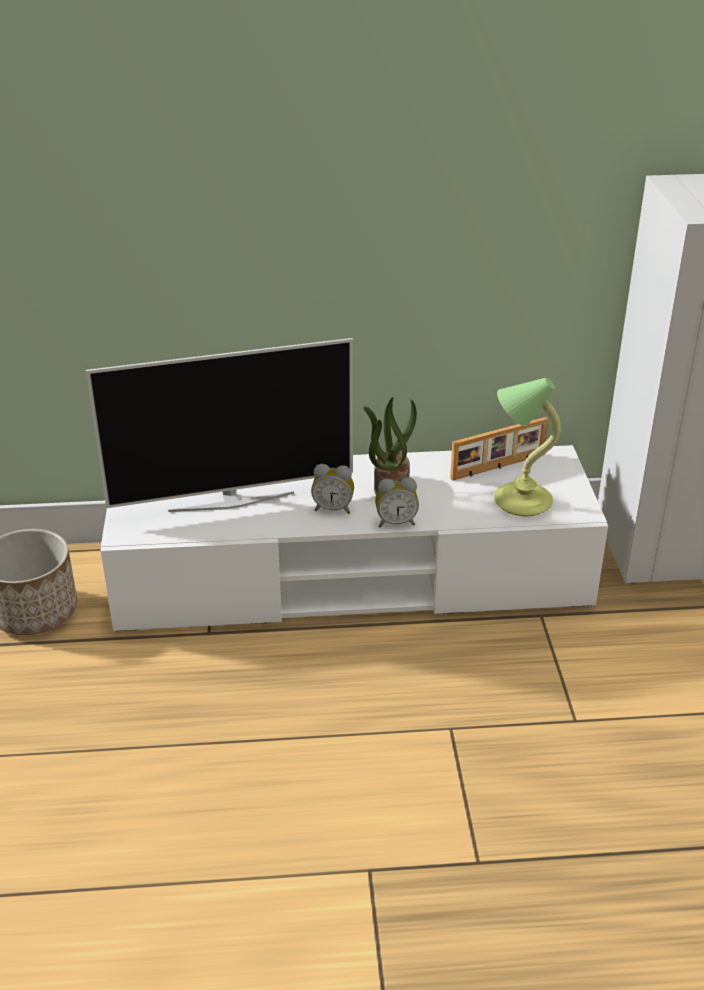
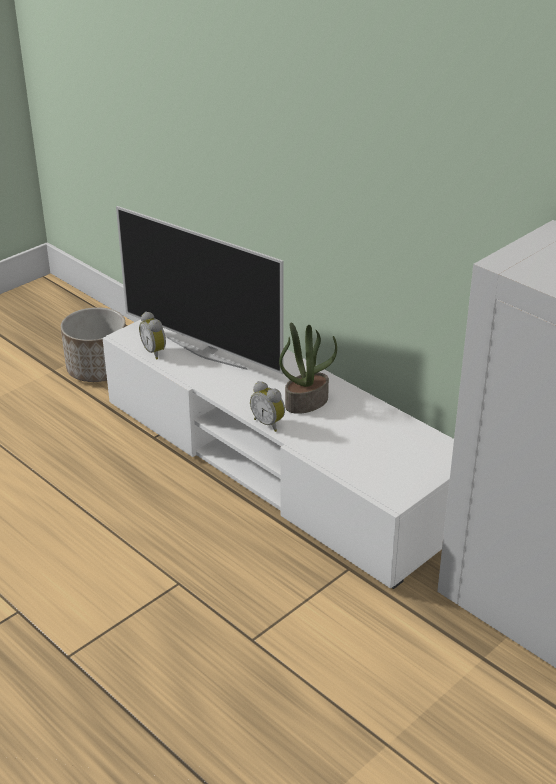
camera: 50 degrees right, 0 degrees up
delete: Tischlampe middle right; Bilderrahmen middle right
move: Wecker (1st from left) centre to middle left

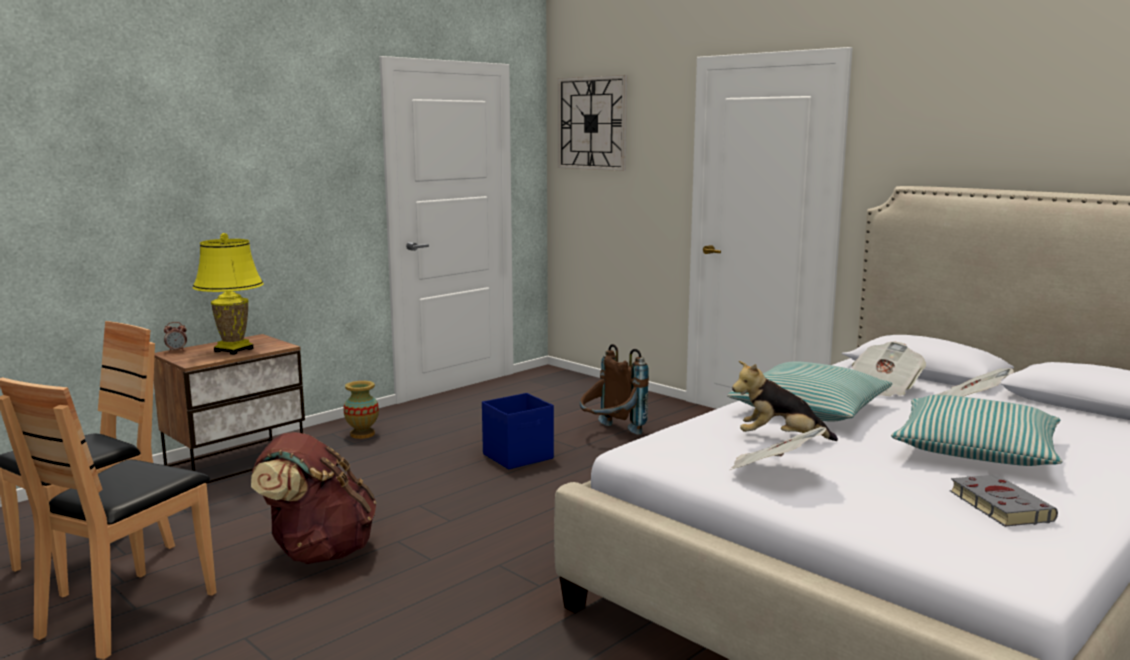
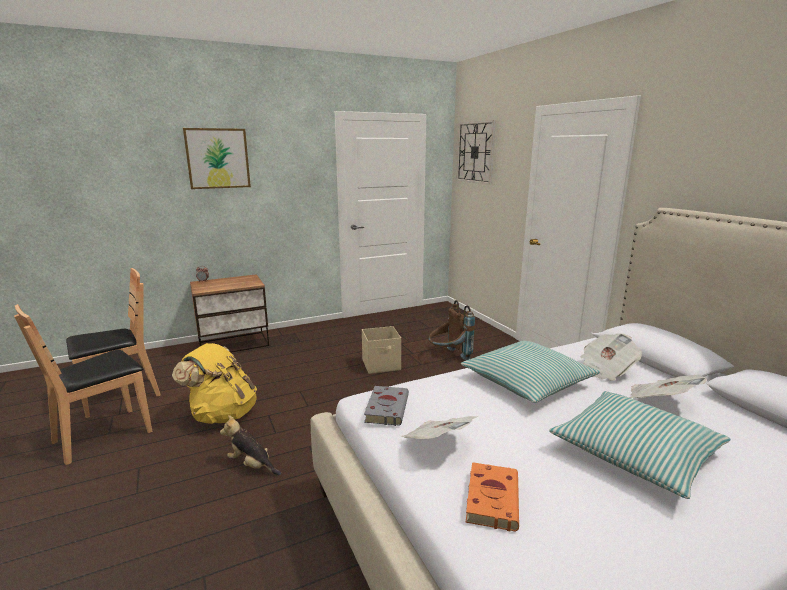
camera: 20 degrees right, 5 degrees up
delete: Tischlampe (gelb) middle left; Vase middle left
insert: Bild top left; Buch (orange) bottom centre
move: Plüschtier middle right to bottom left; Buch (grau) bottom right to bottom centre
recolor: Aufbewahrungsbox (blau) centre to Aufbewahrungsbox (beige) centre; Rucksack (braun) (1st from left) bottom left to Rucksack (gelb) middle left

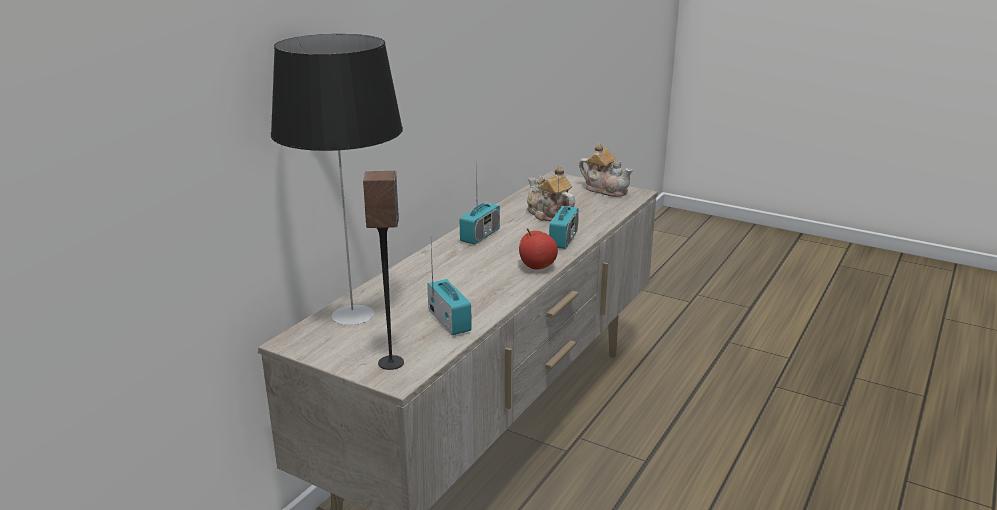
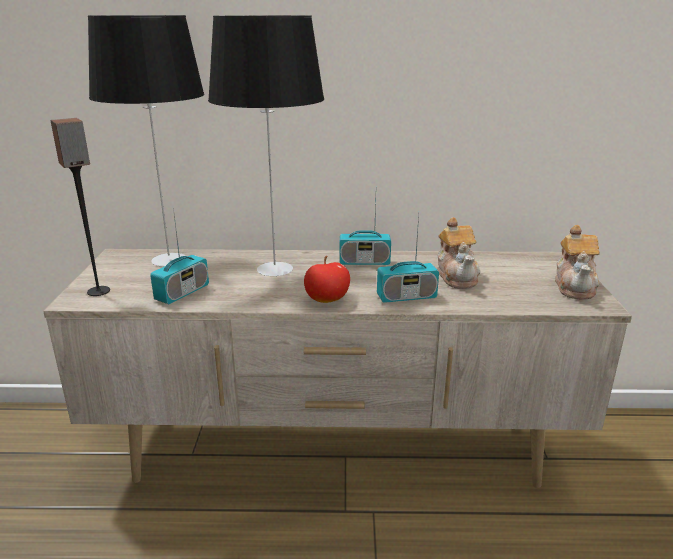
camera: 60 degrees right, 0 degrees up
insert: Tischlampe (2nd from left) top centre
rotate: Teekanne (1st from left) centre = middle right 150 degrees clockwise

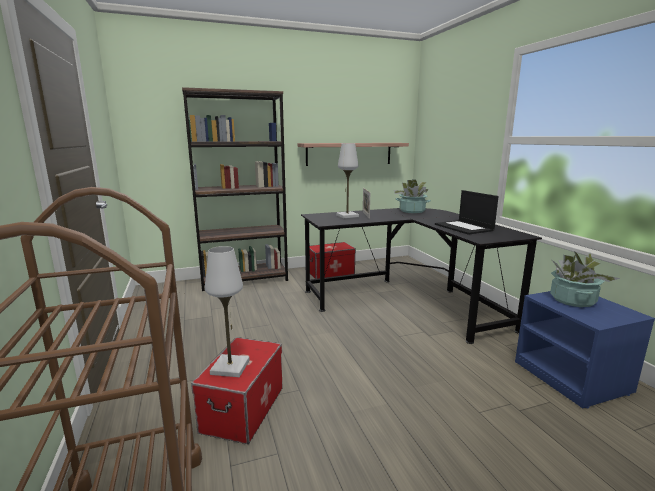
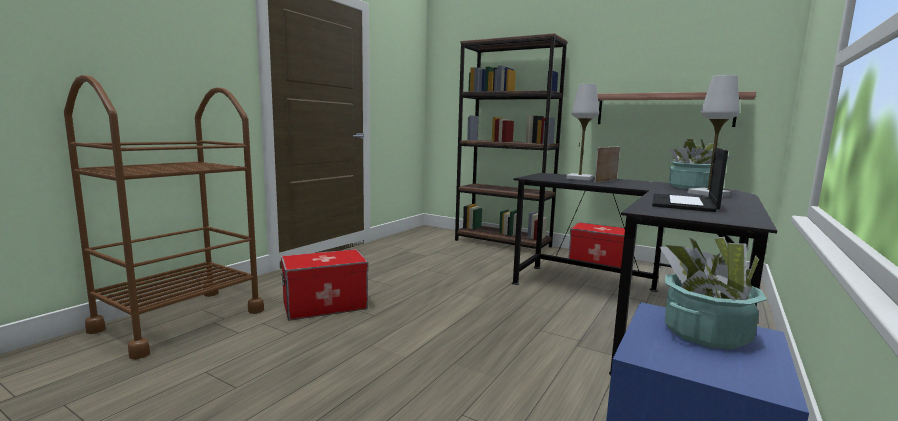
camera: 50 degrees right, 5 degrees down
move: Tischlampe (weiß) (1st from left in the first image) centre to Tischlampe (weiß) (2nd from left) top right

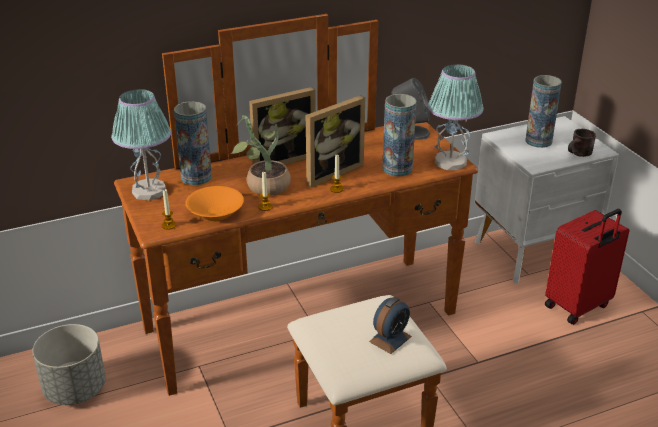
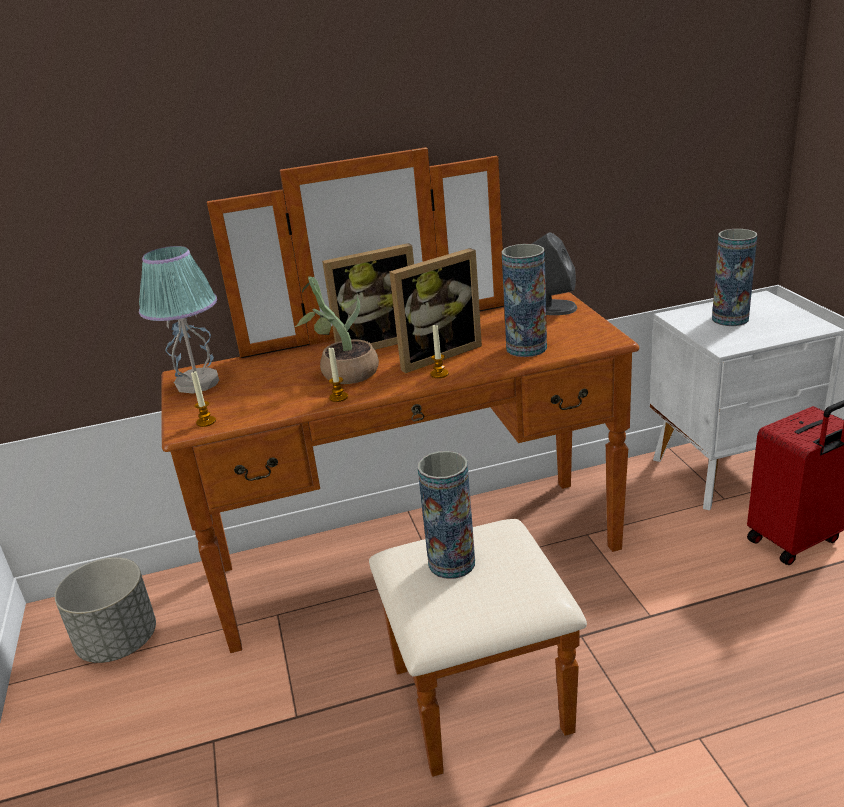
camera: 10 degrees right, 5 degrees down
delete: Tischlampe (2nd from left) top right; Henkelbecher (braun) middle right; Schüssel (orange) middle left; Wecker bottom centre
move: Vase (1st from left) middle left to centre

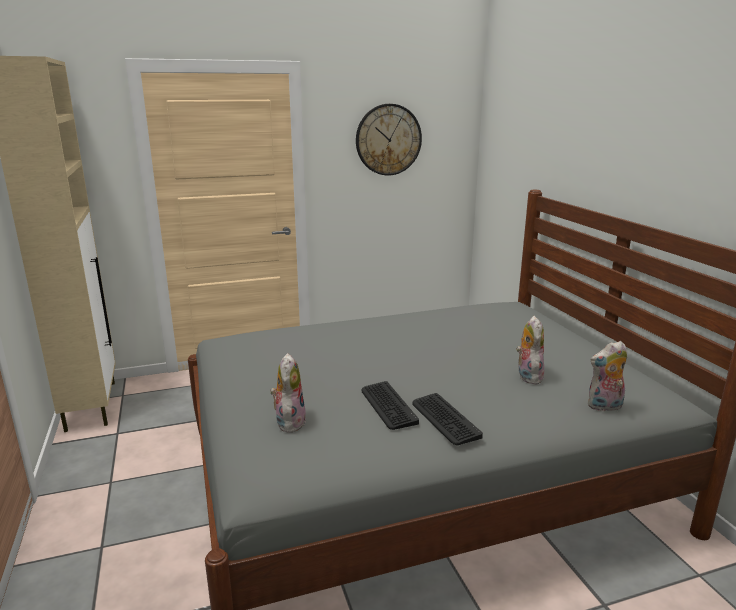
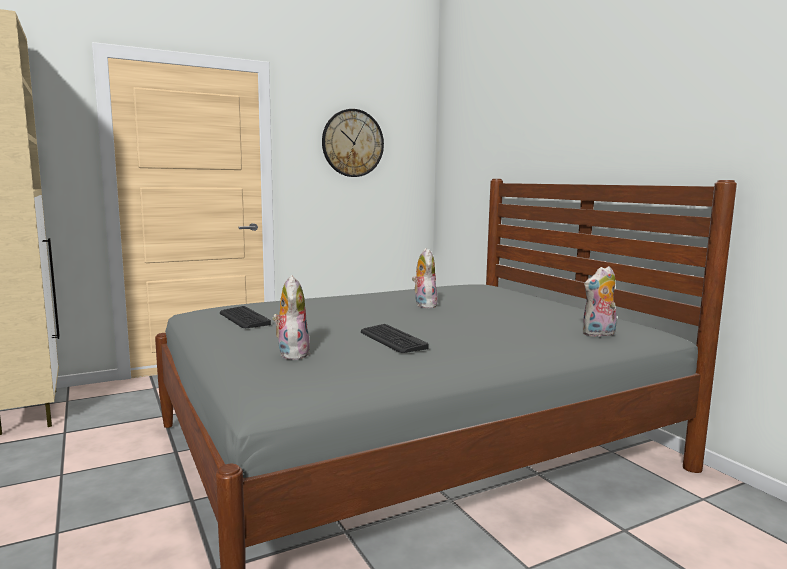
camera: 10 degrees left, 10 degrees down
move: Plüschtier (2nd from left) middle right to centre; Tastatur (2nd from left in the first image) bottom centre to Tastatur (1st from left) middle left

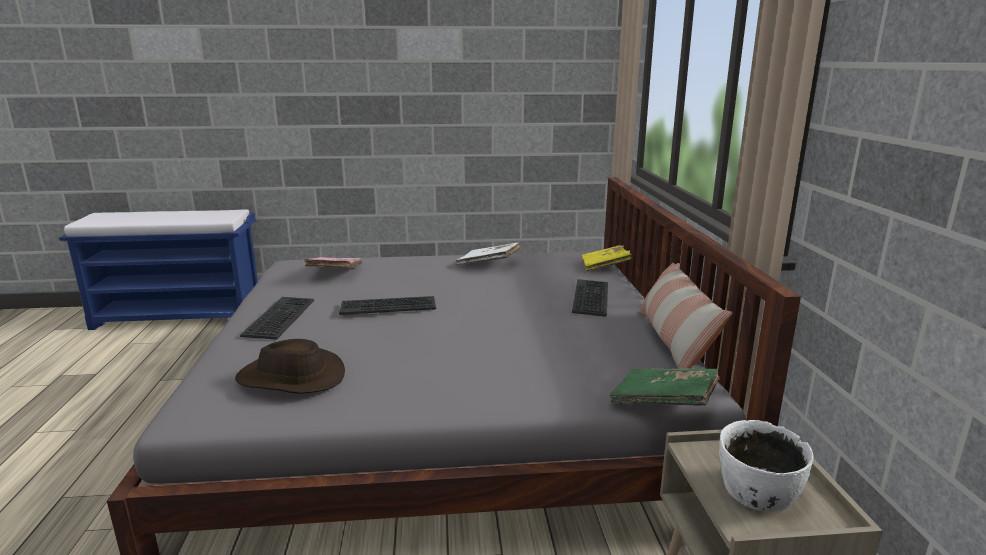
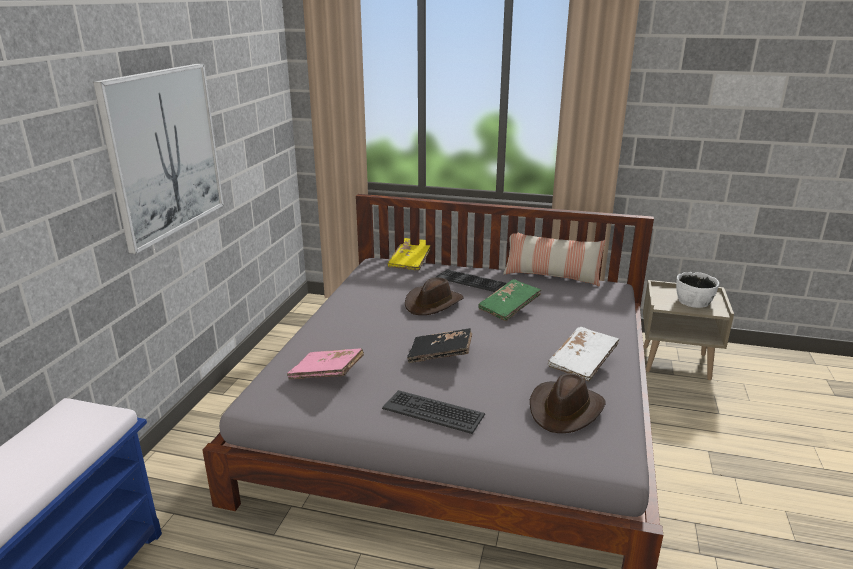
camera: 70 degrees left, 5 degrees up
insert: Bild top left; Hut (braun) (1st from left) centre
move: Buch (weiß) centre to middle right; Buch (grün) bottom right to centre
replace: Tastatur (2nd from left) centre to Buch (schwarz) centre

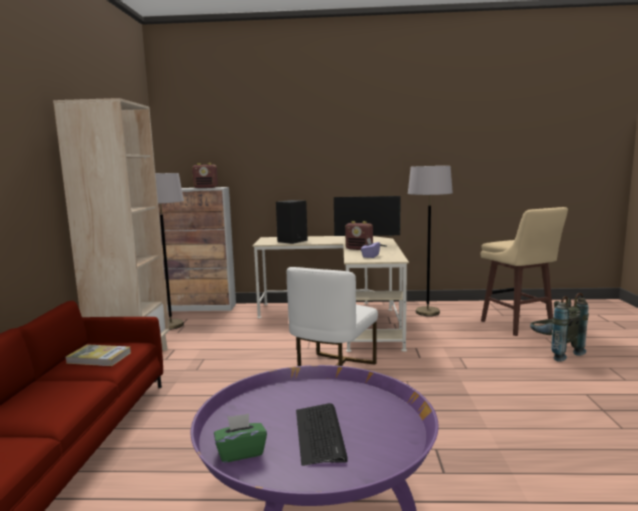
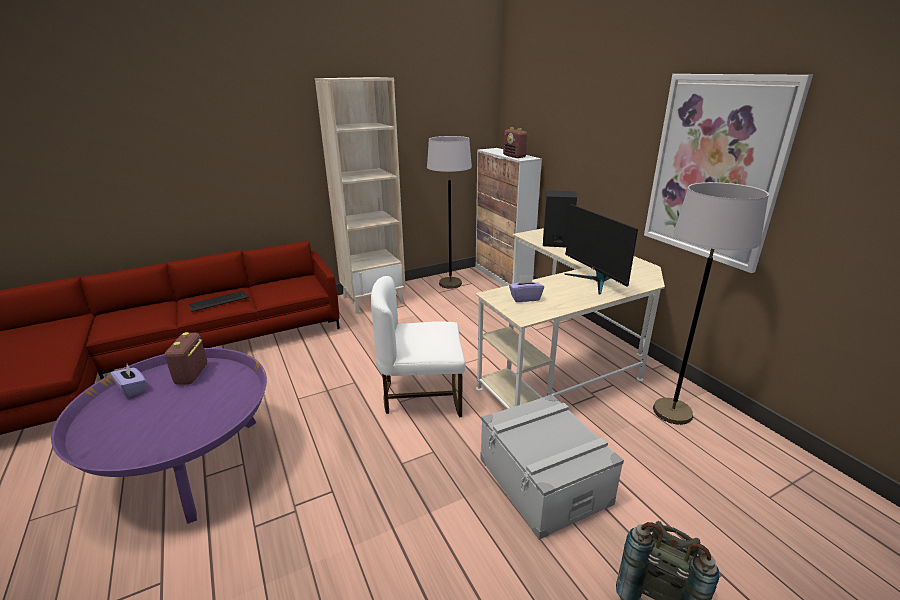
camera: 60 degrees right, 15 degrees up
delete: Hocker (beige) middle right; Buch bottom left
insert: Bild top right; Aufbewahrungsbox (grau) bottom centre
move: Radio (2nd from left in the first image) centre to Radio (1st from left) middle left; Tastatur bottom centre to middle left
recolor: Taschentuchbox (grün) bottom centre to Taschentuchbox (lila) (1st from left) middle left

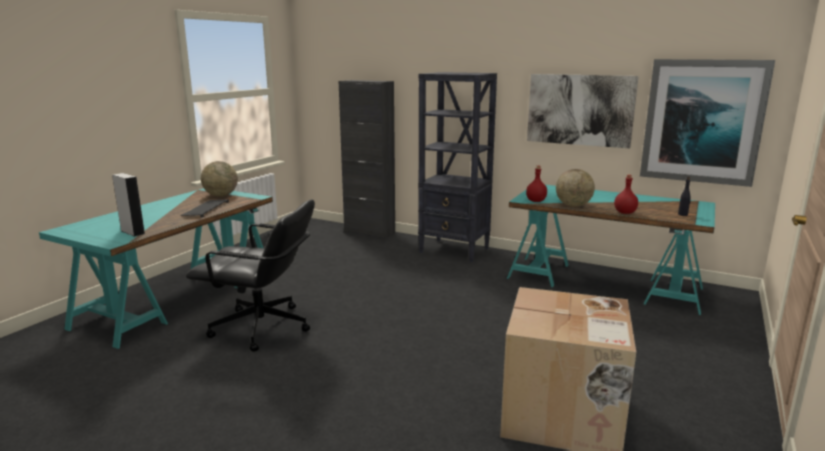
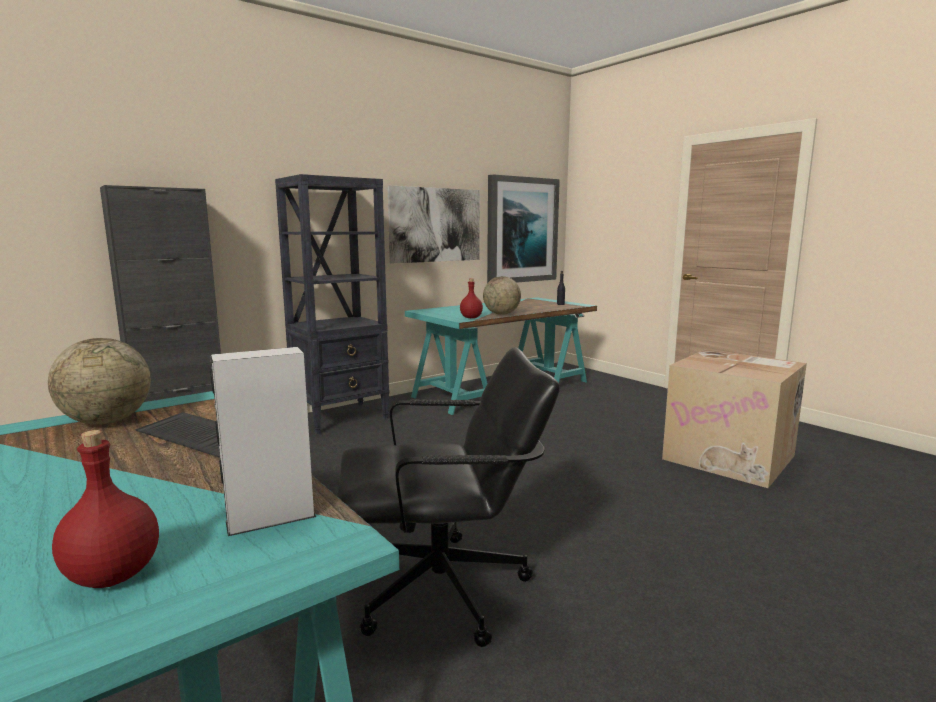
camera: 65 degrees left, 5 degrees down
move: Flasche (rot) (2nd from left in the first image) middle right to Flasche (rot) (1st from left) bottom left
rotate: Bürostuhl (schwarz) middle left = bottom centre 45 degrees clockwise

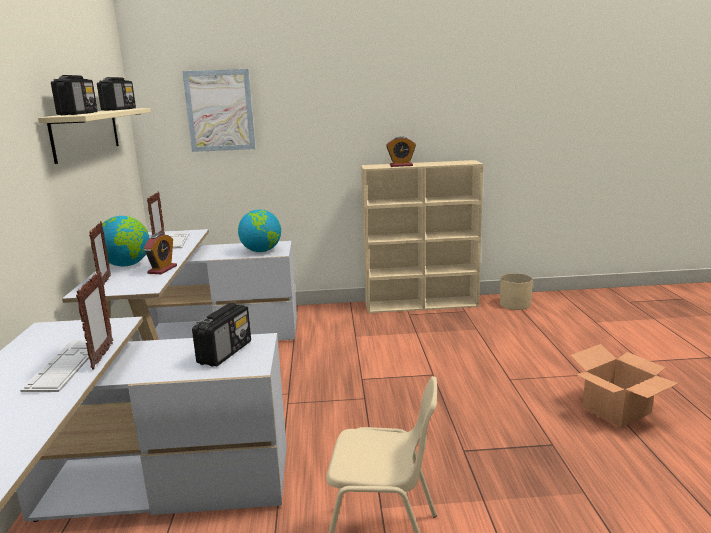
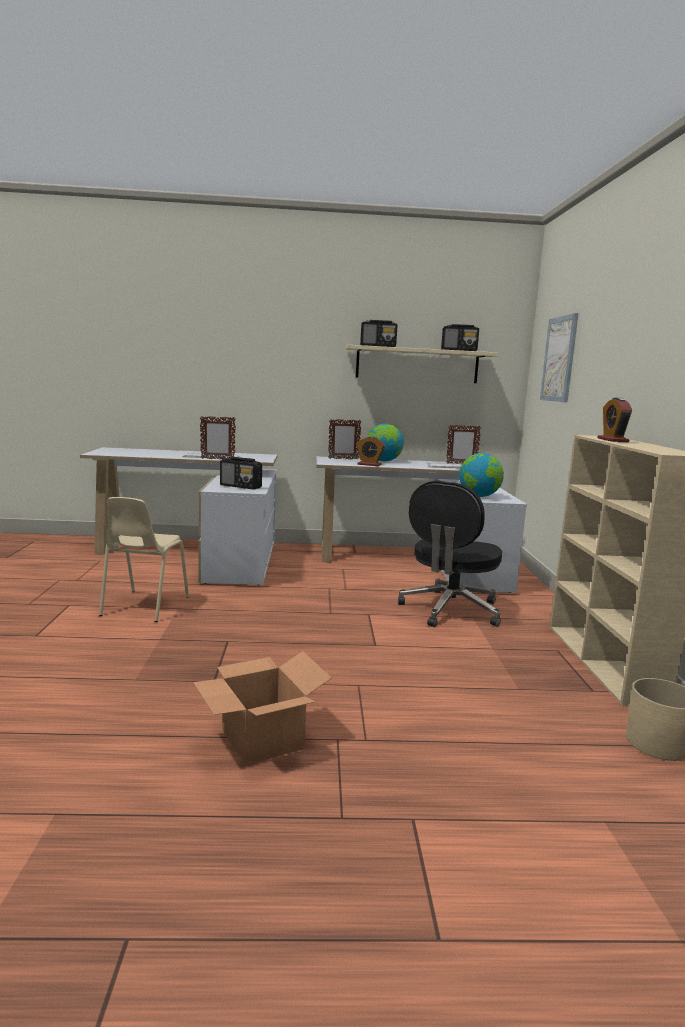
camera: 90 degrees right, 5 degrees down
insert: Bürostuhl (schwarz) centre

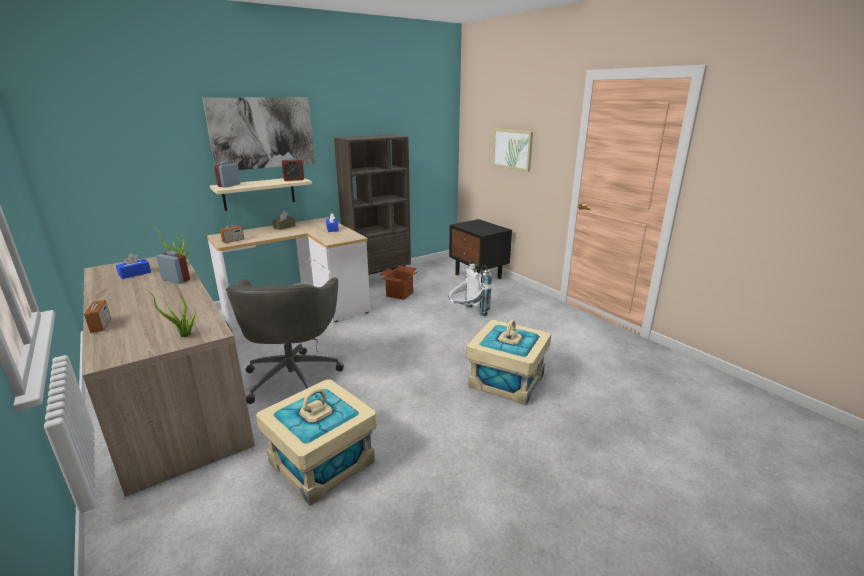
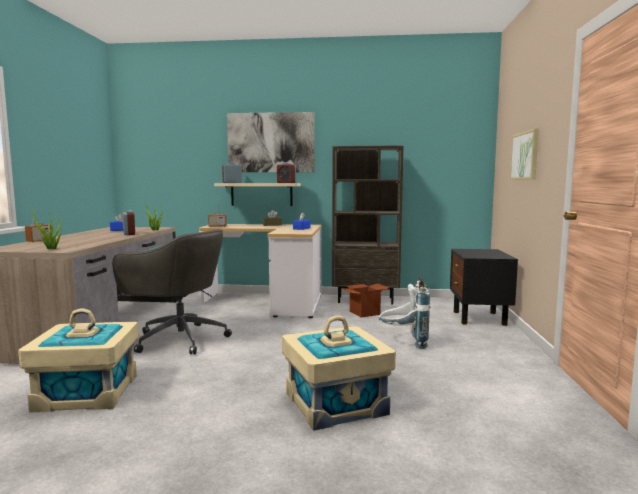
camera: 40 degrees right, 15 degrees down
rotate: Bürostuhl (grau) middle left = middle left 105 degrees counterclockwise

